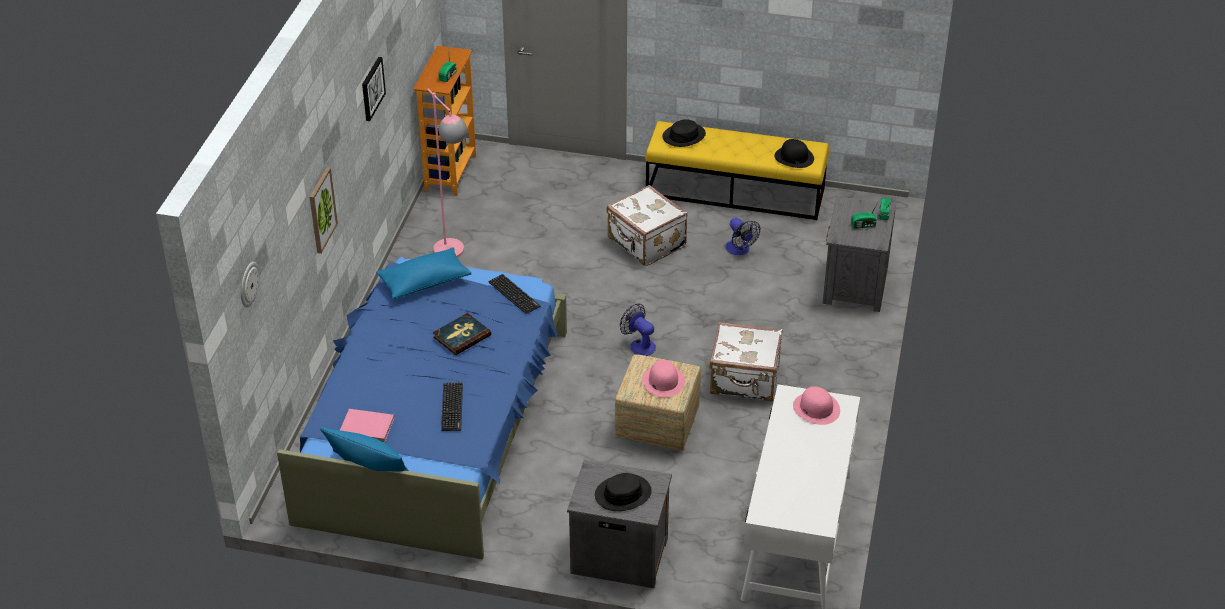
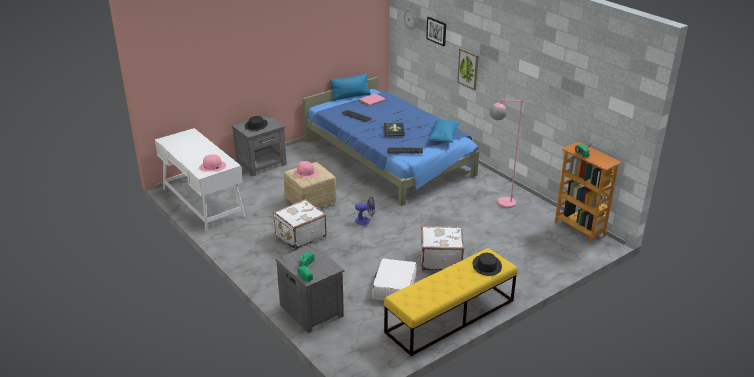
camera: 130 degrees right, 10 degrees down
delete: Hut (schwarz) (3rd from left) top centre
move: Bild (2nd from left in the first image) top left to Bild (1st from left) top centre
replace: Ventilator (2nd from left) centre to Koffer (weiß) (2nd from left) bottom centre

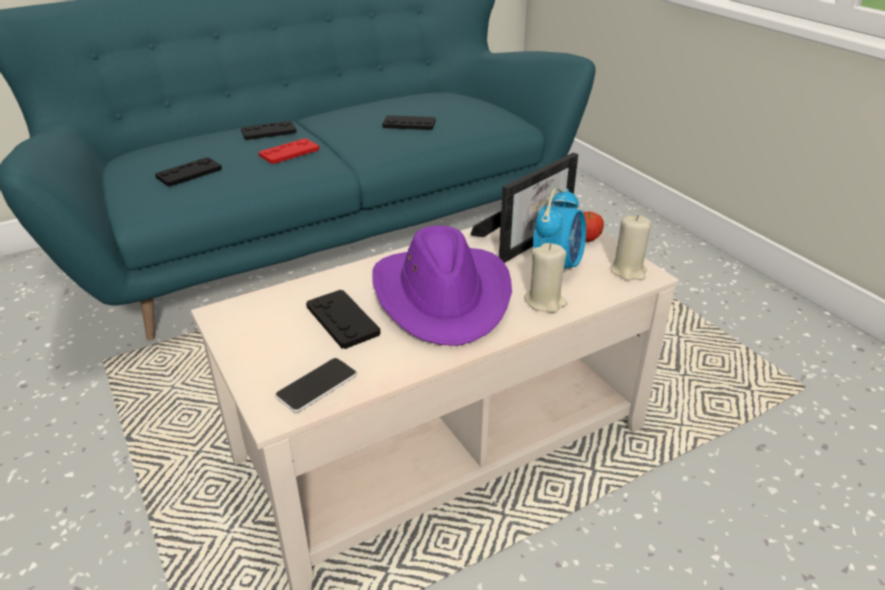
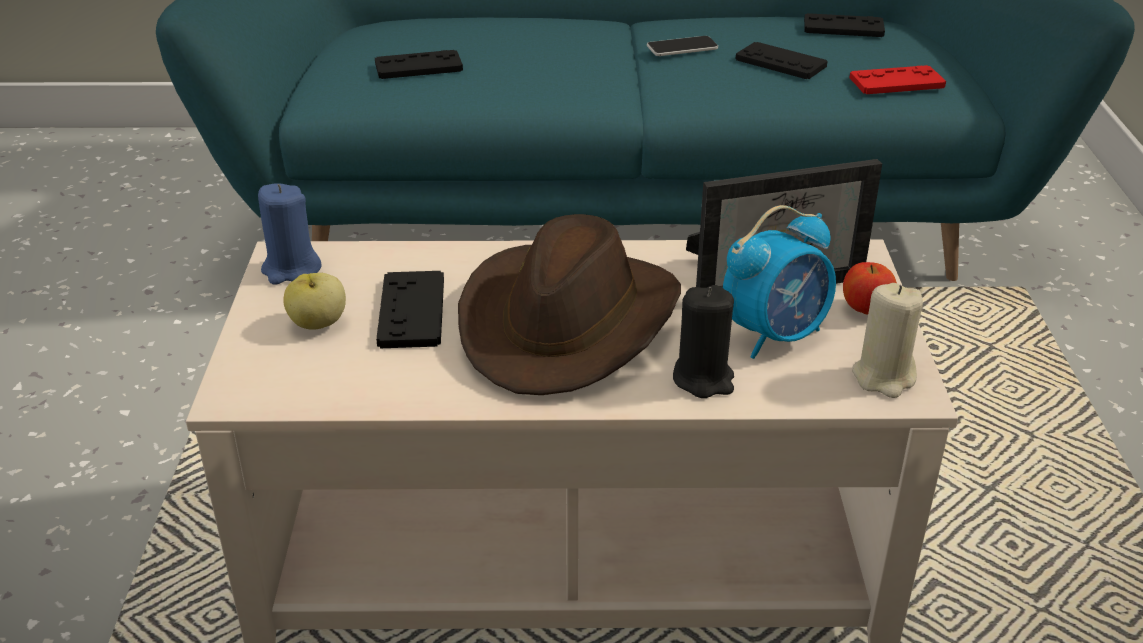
camera: 30 degrees right, 0 degrees up
insert: Kerze (blau) middle left; Apfel (1st from left) middle left
move: Gamepad (schwarz) (2nd from left in the first image) top left to Gamepad (schwarz) (4th from left) top right; Gamepad (rot) top left to top right; Handy centre to top centre
recolor: Hut (lila) centre to Hut (braun) centre; Kerze (beige) (1st from left) centre to Kerze (schwarz) centre

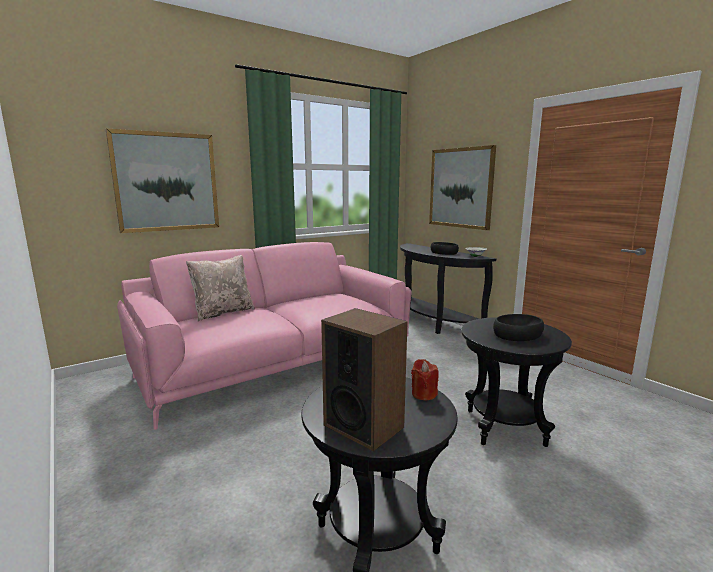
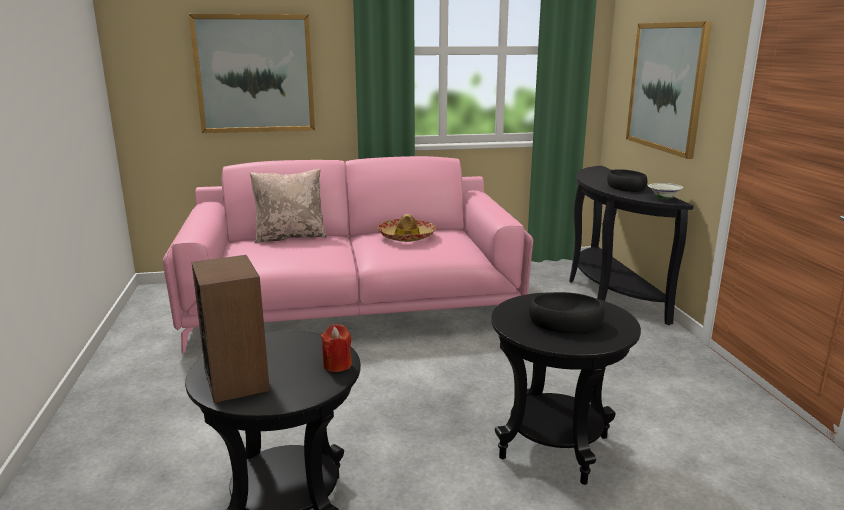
camera: 25 degrees right, 5 degrees up
insert: Hut centre

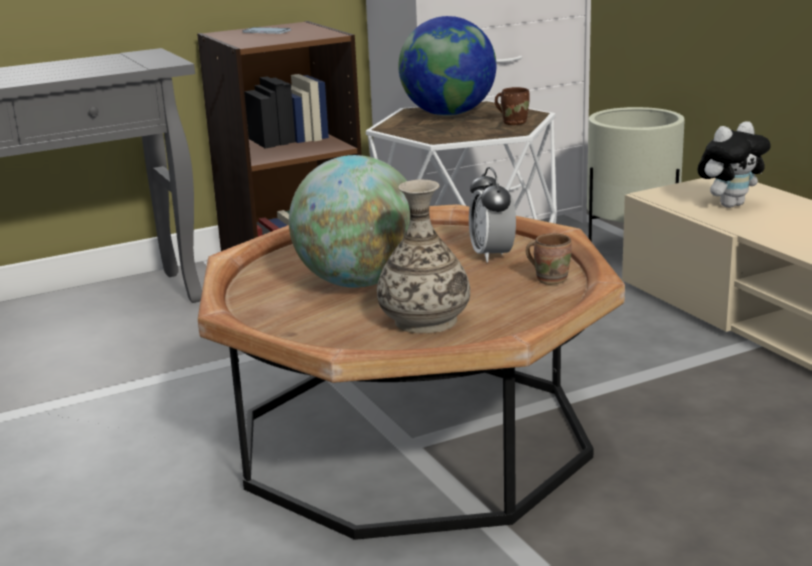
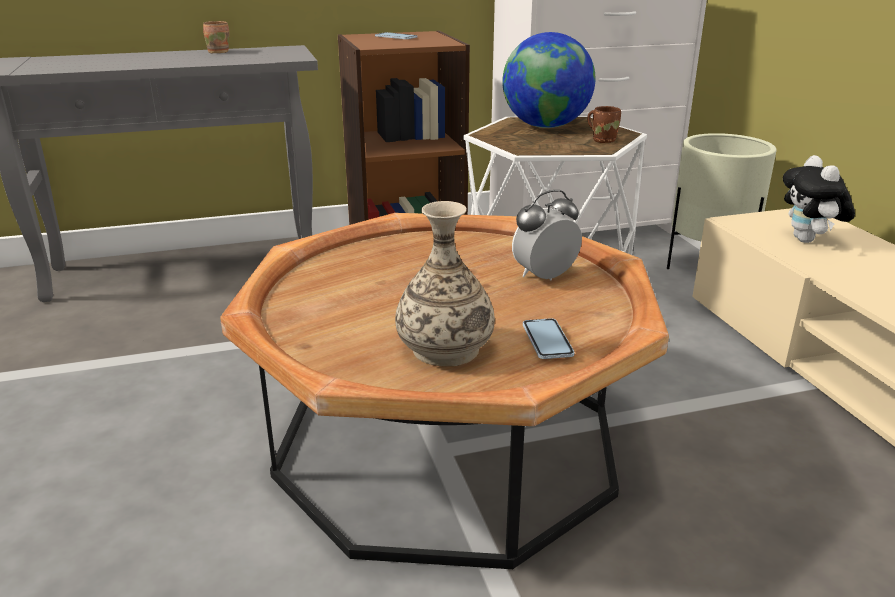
camera: 10 degrees right, 5 degrees up
delete: Globus (1st from left) centre
insert: Handy (2nd from left) centre
move: Henkelbecher (braun) (2nd from left in the first image) middle right to Henkelbecher (braun) (1st from left) top left
rotate: Plüschtier top right = middle right 105 degrees clockwise; Wecker centre = centre 60 degrees clockwise

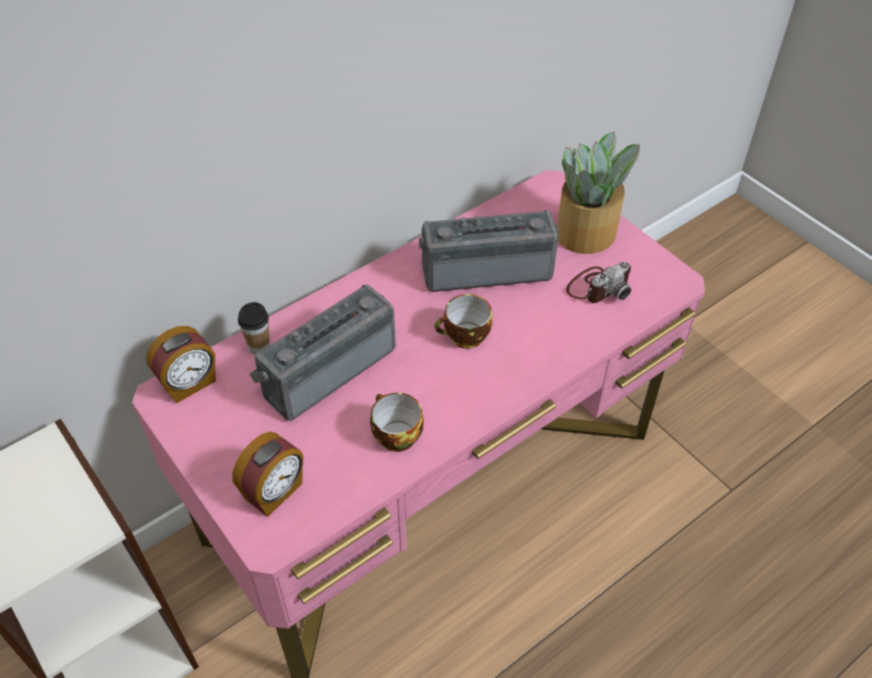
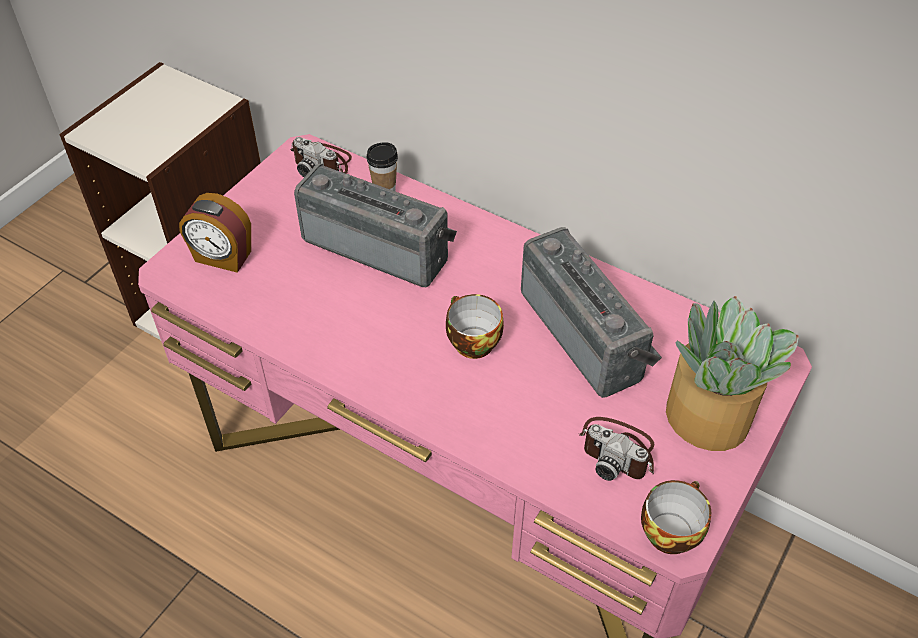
camera: 70 degrees right, 0 degrees up
move: Tasse (2nd from left in the first image) centre to Tasse (3rd from left) bottom right
replace: Wecker (1st from left) middle left to Kamera (1st from left) top centre

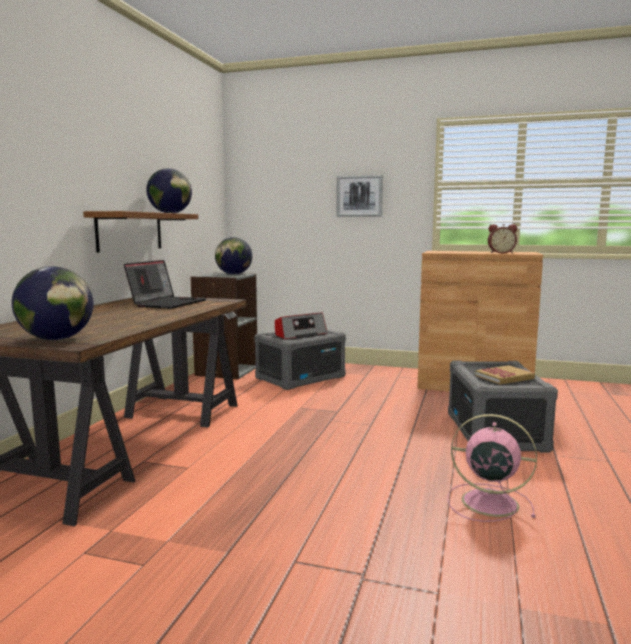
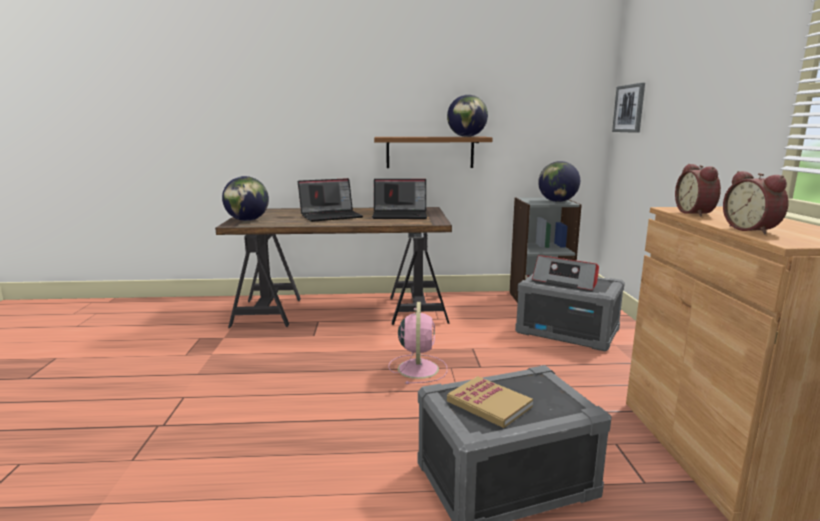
camera: 70 degrees right, 5 degrees up
insert: Wecker (1st from left) middle right; Laptop (1st from left) centre
move: Bild top centre to top right; Ventilator (rosa) bottom right to centre

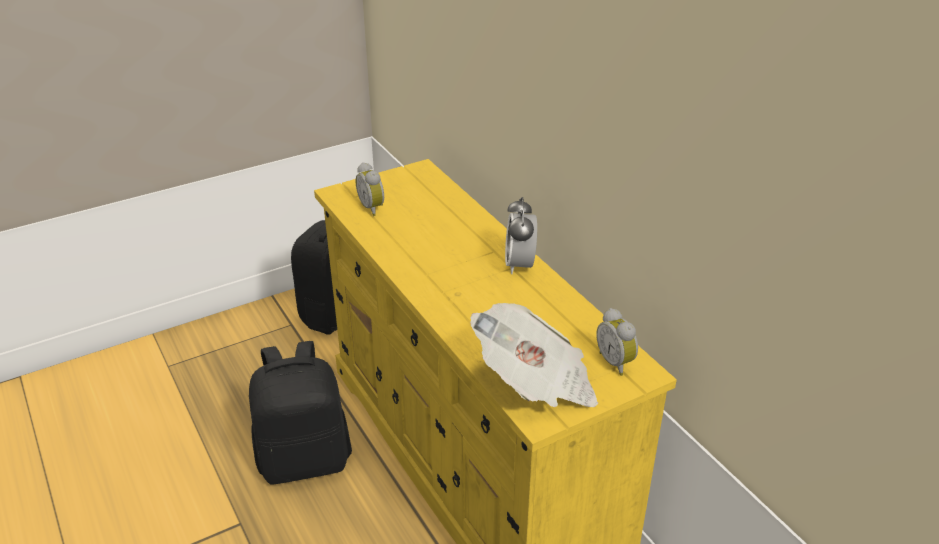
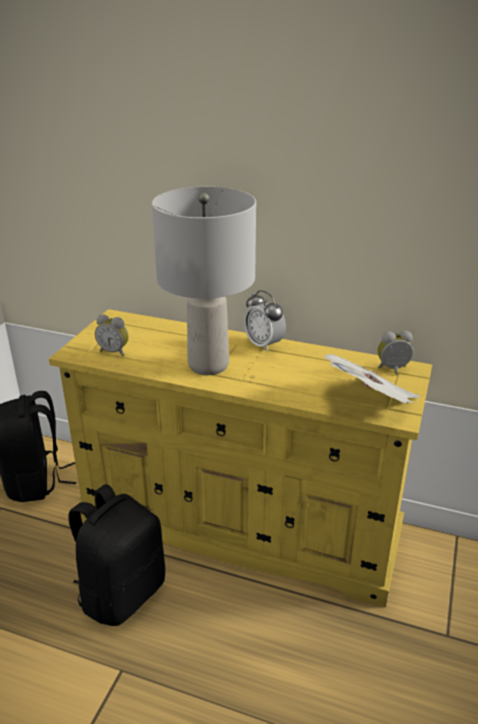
camera: 40 degrees left, 5 degrees down
insert: Tischlampe (grau) centre
rotate: Wecker (3rd from left) centre = middle right 150 degrees clockwise

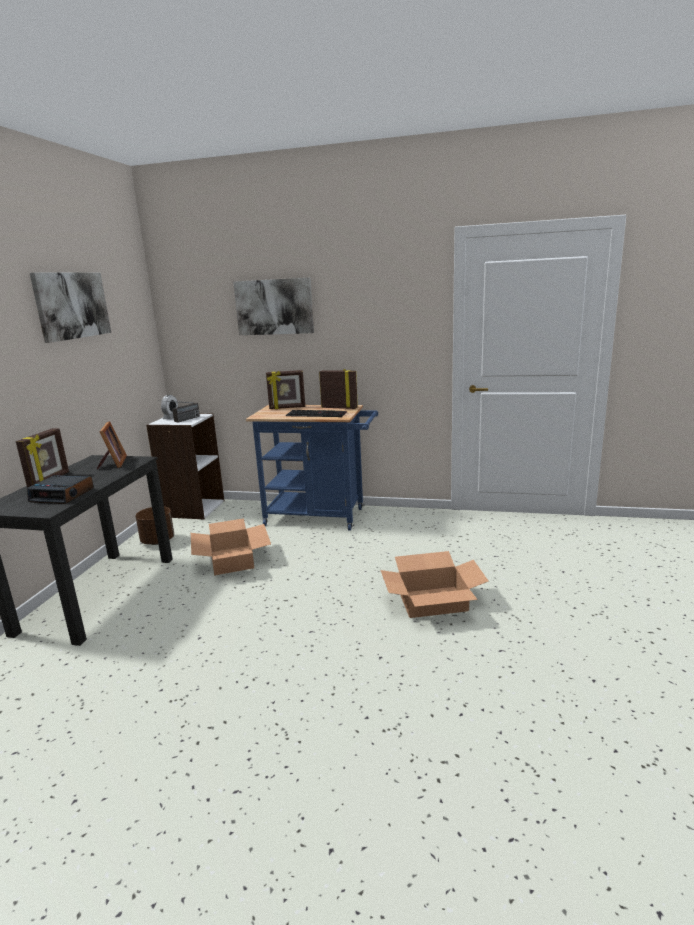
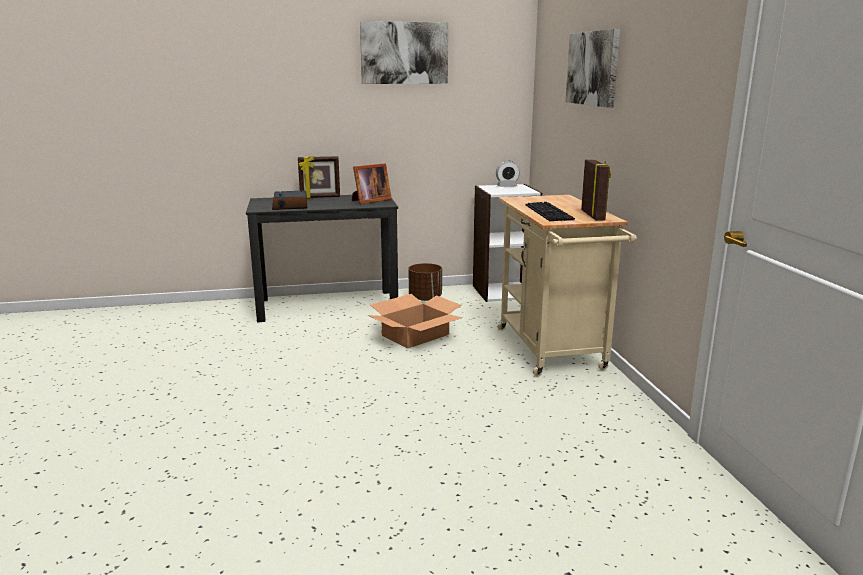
camera: 65 degrees right, 0 degrees up
delete: Bilderrahmen (3rd from left) centre; Radio middle left; Karton (2nd from left) centre
recolor: Rollwagen (blau) centre to Rollwagen (beige) centre

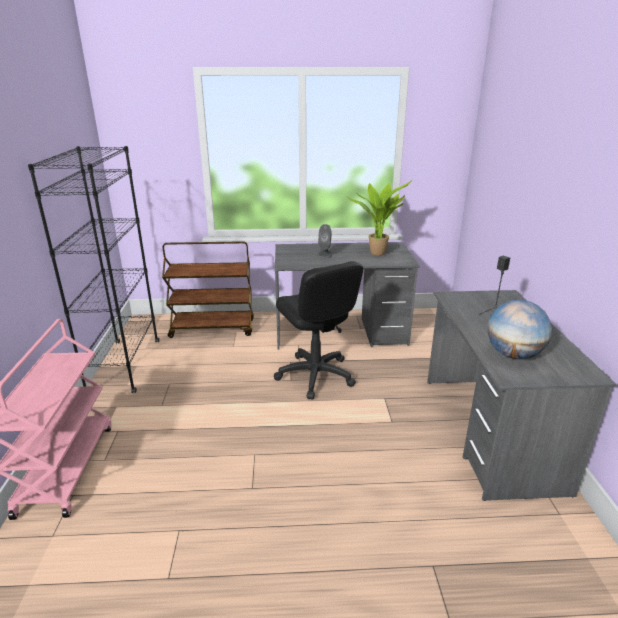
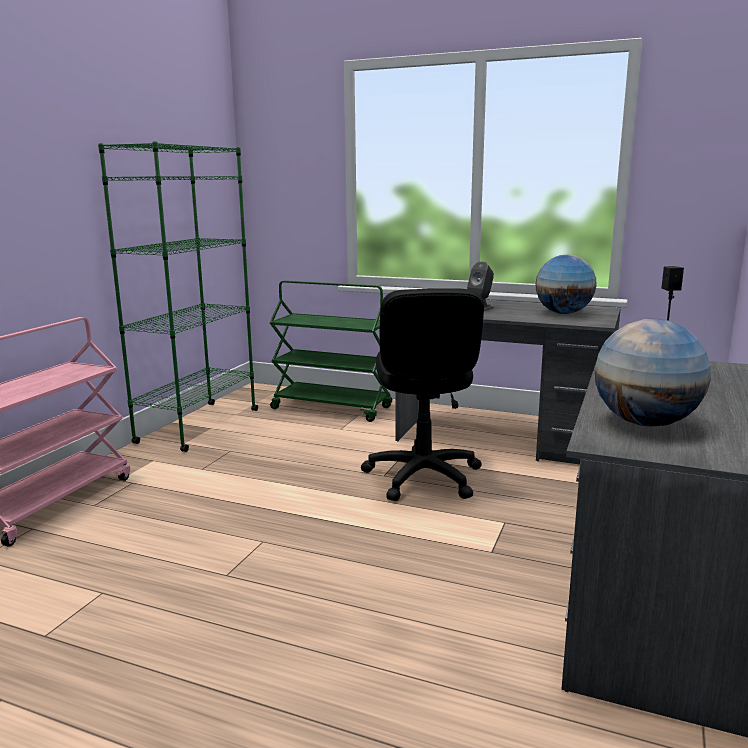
camera: 25 degrees right, 10 degrees down
replace: Topfpflanze centre to Globus (1st from left) middle right
recolor: Bücherregal (schwarz) middle left to Bücherregal (grün) middle left; Rollwagen (braun) centre to Rollwagen (grün) centre

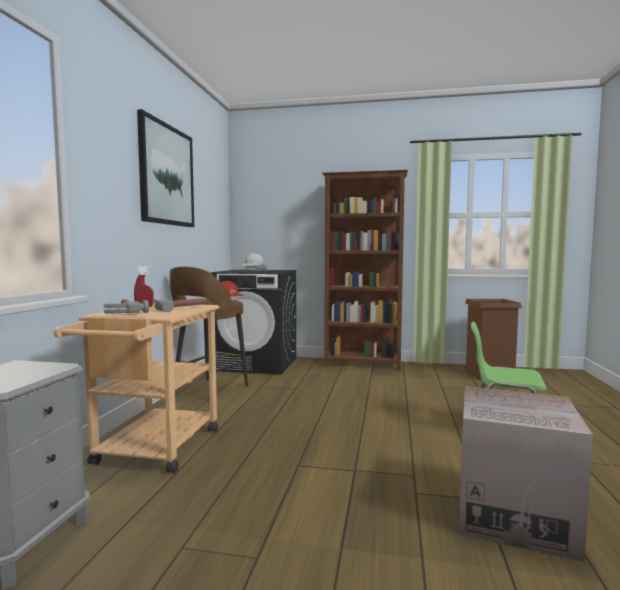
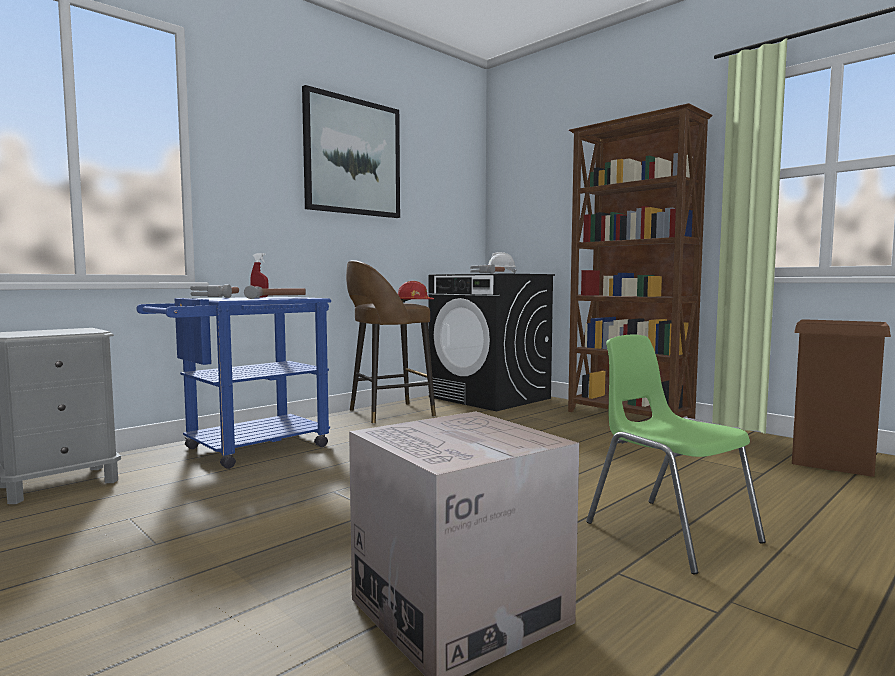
camera: 35 degrees right, 0 degrees up
recolor: Rollwagen (beige) middle left to Rollwagen (blau) middle left

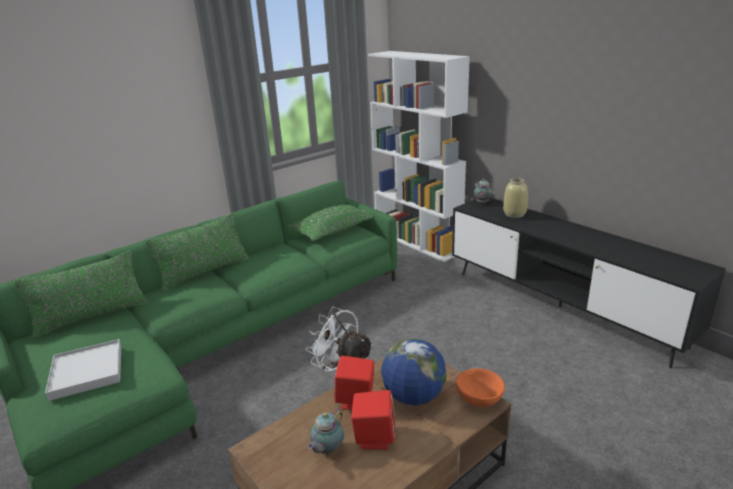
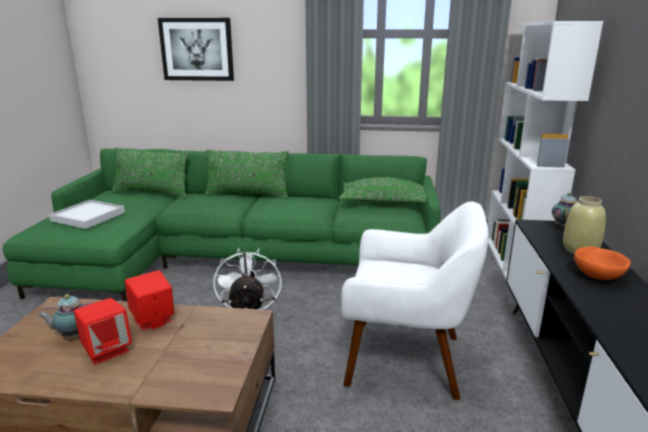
camera: 45 degrees right, 5 degrees down
delete: Globus bottom centre
insert: Bild top left; Sessel (weiß) bottom centre
move: Schüssel (orange) bottom centre to middle right

